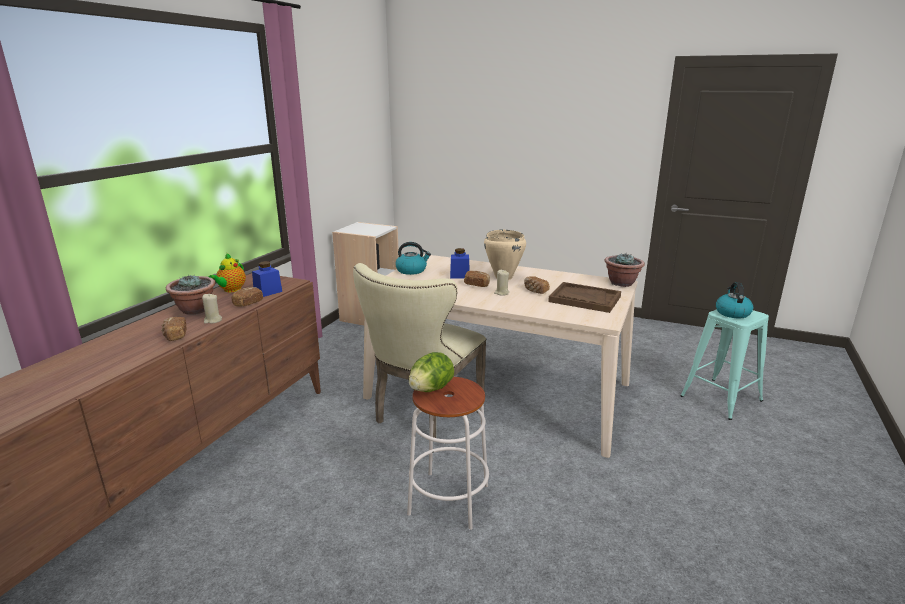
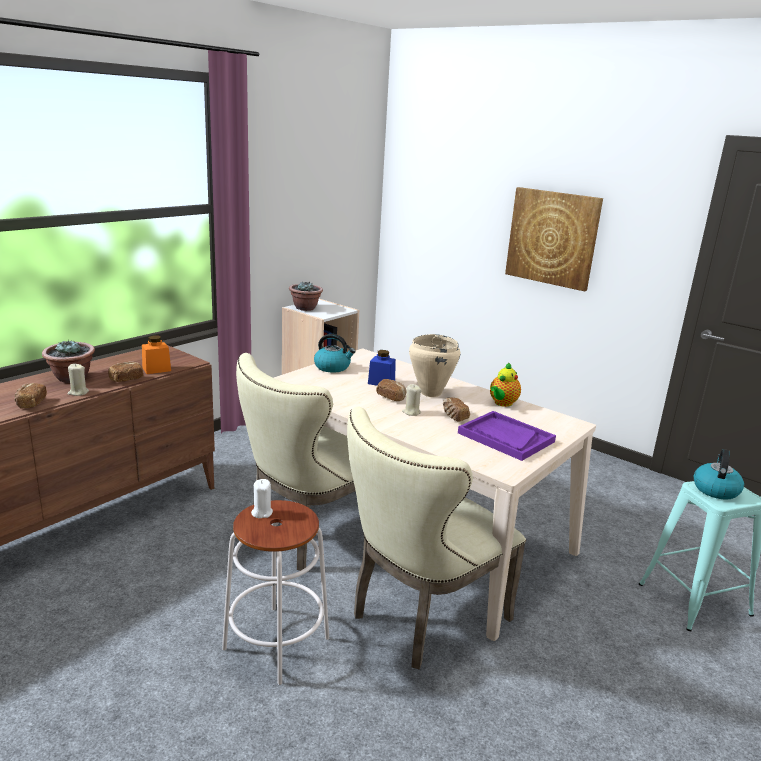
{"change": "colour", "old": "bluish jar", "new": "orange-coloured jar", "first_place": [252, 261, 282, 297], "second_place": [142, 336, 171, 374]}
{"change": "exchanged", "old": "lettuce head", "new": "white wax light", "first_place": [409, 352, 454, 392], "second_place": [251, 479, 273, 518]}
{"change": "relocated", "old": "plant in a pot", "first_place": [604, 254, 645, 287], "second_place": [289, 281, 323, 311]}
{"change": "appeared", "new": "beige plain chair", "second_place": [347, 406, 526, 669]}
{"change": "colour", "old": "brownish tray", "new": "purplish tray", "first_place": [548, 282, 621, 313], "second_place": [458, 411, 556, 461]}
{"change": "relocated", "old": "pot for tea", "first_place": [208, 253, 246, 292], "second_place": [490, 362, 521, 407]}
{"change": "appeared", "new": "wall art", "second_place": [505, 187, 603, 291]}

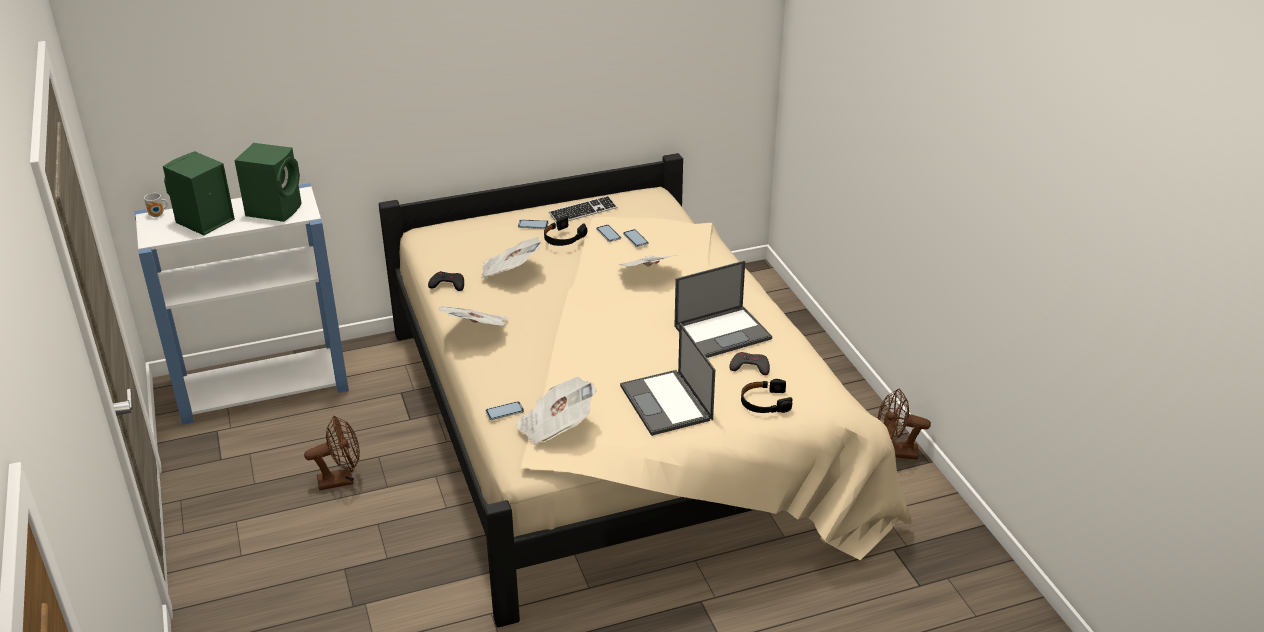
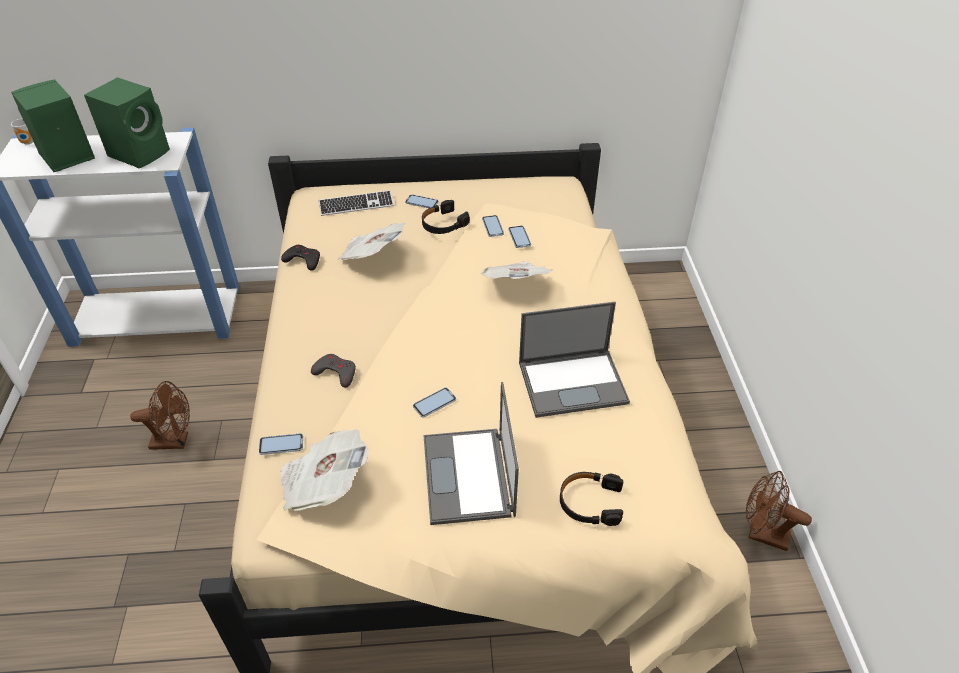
{"change": "relocated", "old": "greyish joypad", "first_place": [729, 352, 770, 375], "second_place": [311, 354, 356, 388]}
{"change": "relocated", "old": "PC keyboard", "first_place": [549, 196, 617, 222], "second_place": [319, 190, 394, 216]}
{"change": "appeared", "new": "telephone", "second_place": [413, 388, 456, 418]}
{"change": "missing", "old": "daily paper", "first_place": [438, 306, 508, 326]}

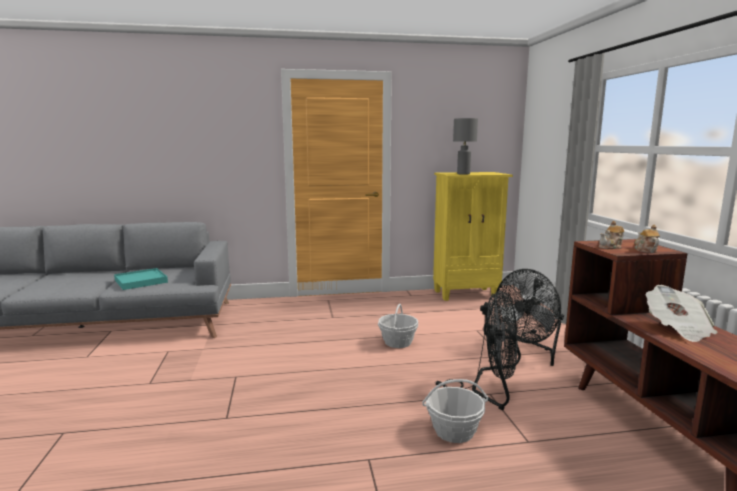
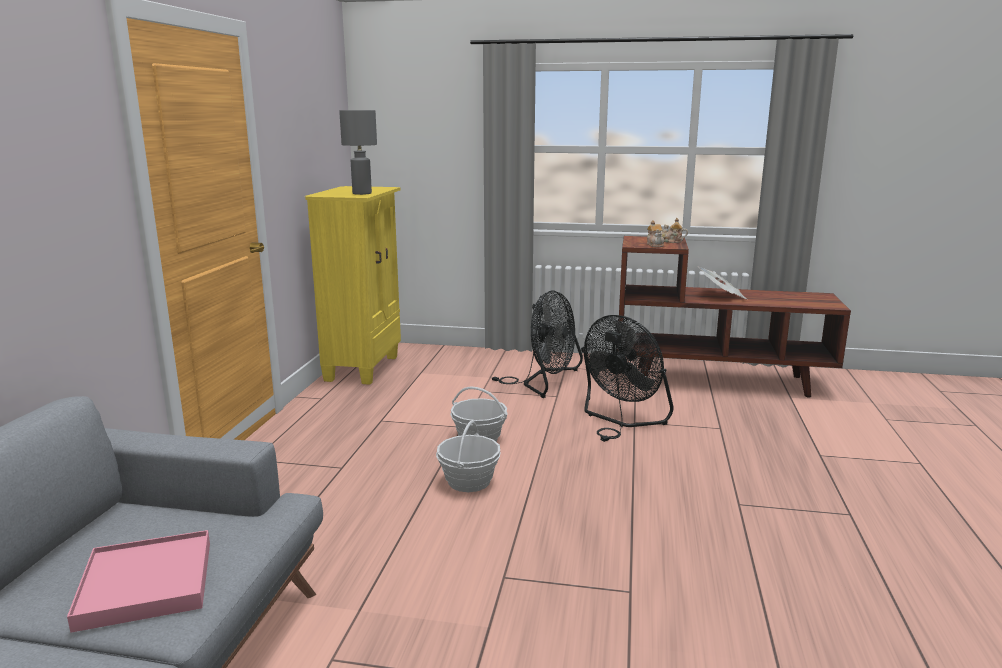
{"change": "colour", "old": "turquoise tray", "new": "pinkish tray", "first_place": [114, 268, 168, 290], "second_place": [67, 530, 210, 633]}
{"change": "relocated", "old": "basket", "first_place": [422, 379, 488, 443], "second_place": [436, 420, 500, 492]}
{"change": "spun", "old": "blackish cooling fan", "first_place": [483, 269, 564, 366], "second_place": [492, 290, 583, 398], "degrees": -45}

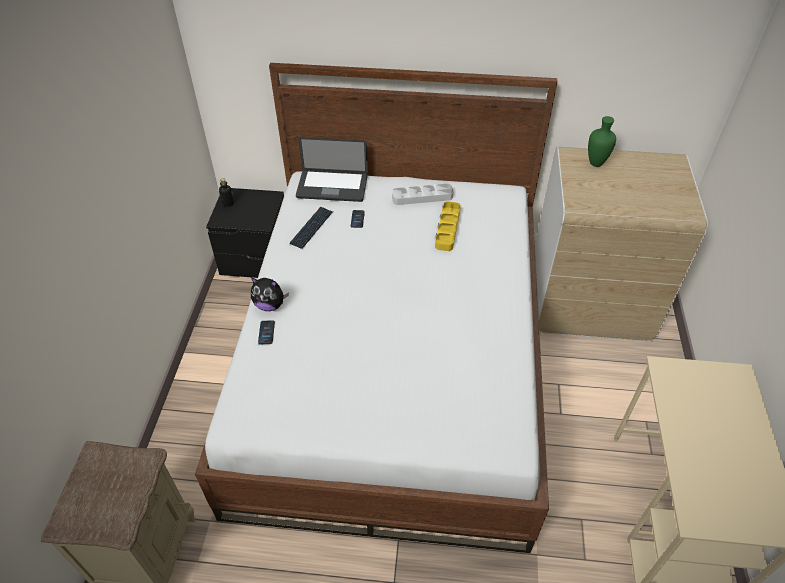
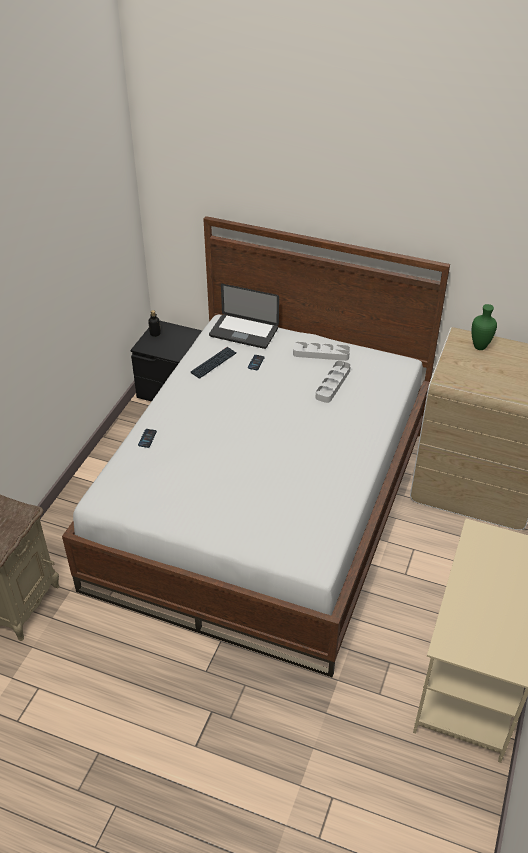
{"change": "colour", "old": "yellowish tray", "new": "greyish tray", "first_place": [435, 201, 461, 251], "second_place": [315, 361, 351, 403]}
{"change": "missing", "old": "plush toy", "first_place": [251, 277, 289, 311]}

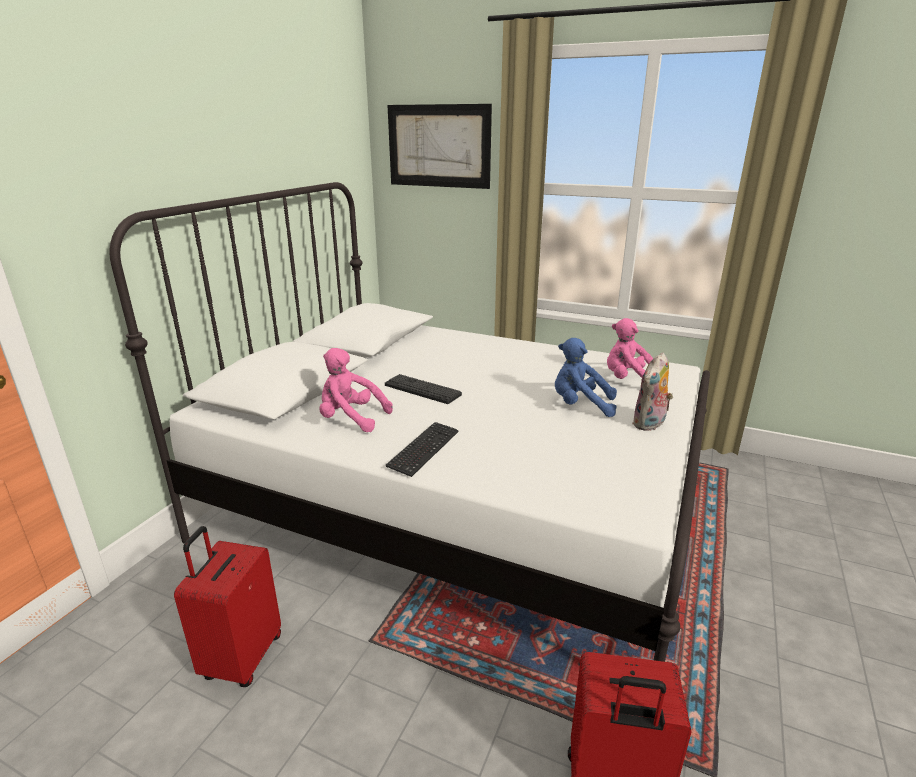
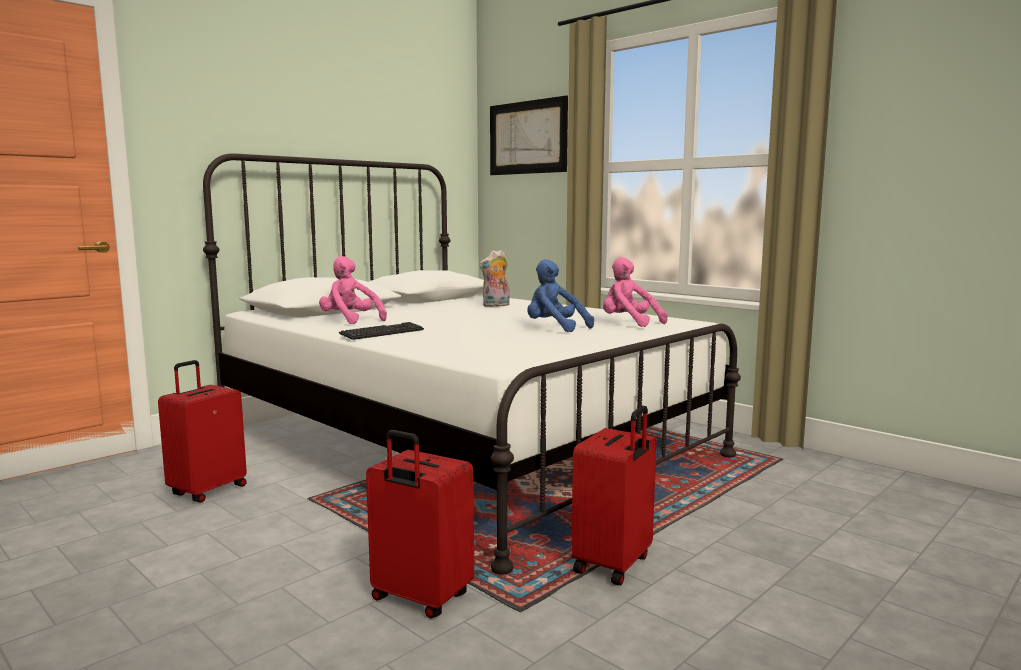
{"change": "relocated", "old": "plush toy", "first_place": [632, 352, 673, 431], "second_place": [479, 250, 510, 307]}
{"change": "appeared", "new": "reddish suitcase", "second_place": [571, 406, 657, 585]}
{"change": "missing", "old": "PC keyboard", "first_place": [385, 374, 462, 404]}

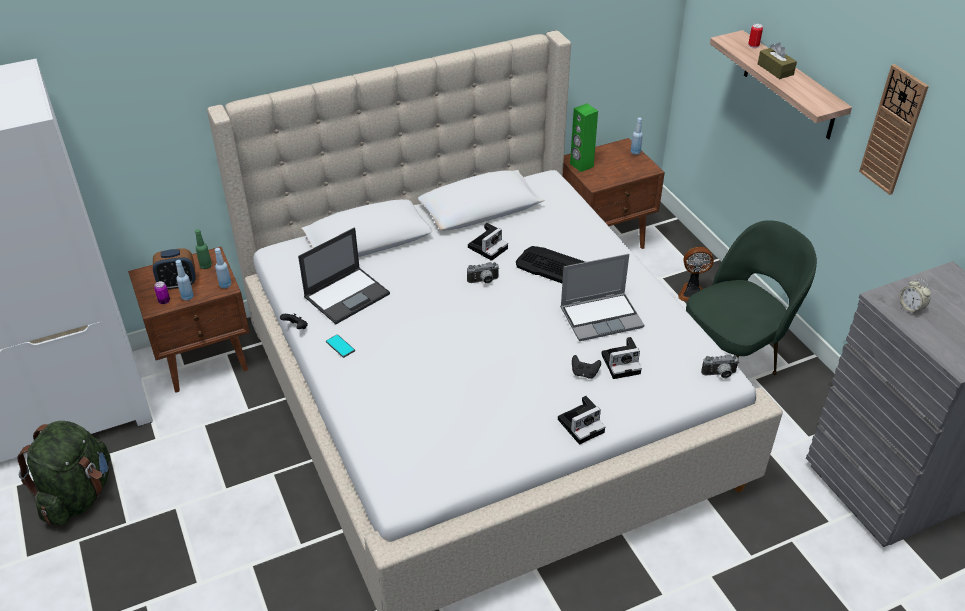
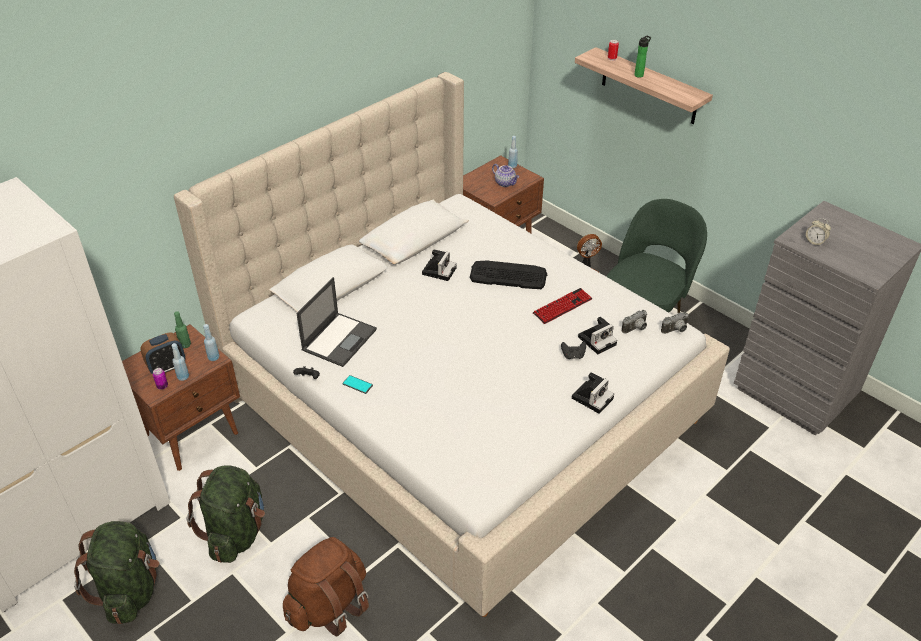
{"change": "appeared", "new": "green-coloured rucksack", "second_place": [186, 465, 265, 563]}
{"change": "appeared", "new": "brownish rucksack", "second_place": [283, 537, 369, 636]}
{"change": "appeared", "new": "pot for tea", "second_place": [492, 164, 519, 187]}
{"change": "exchanged", "old": "laptop", "new": "PC keyboard", "first_place": [560, 254, 644, 341], "second_place": [533, 288, 592, 324]}
{"change": "relocated", "old": "still camera", "first_place": [467, 262, 499, 284], "second_place": [622, 310, 647, 333]}
{"change": "exchanged", "old": "brownish tissue holder", "new": "drink bottle", "first_place": [758, 42, 797, 79], "second_place": [634, 36, 651, 78]}
{"change": "missing", "old": "green-coloured loudspeaker", "first_place": [570, 103, 598, 172]}
{"change": "missing", "old": "hanging clock", "first_place": [859, 64, 929, 195]}

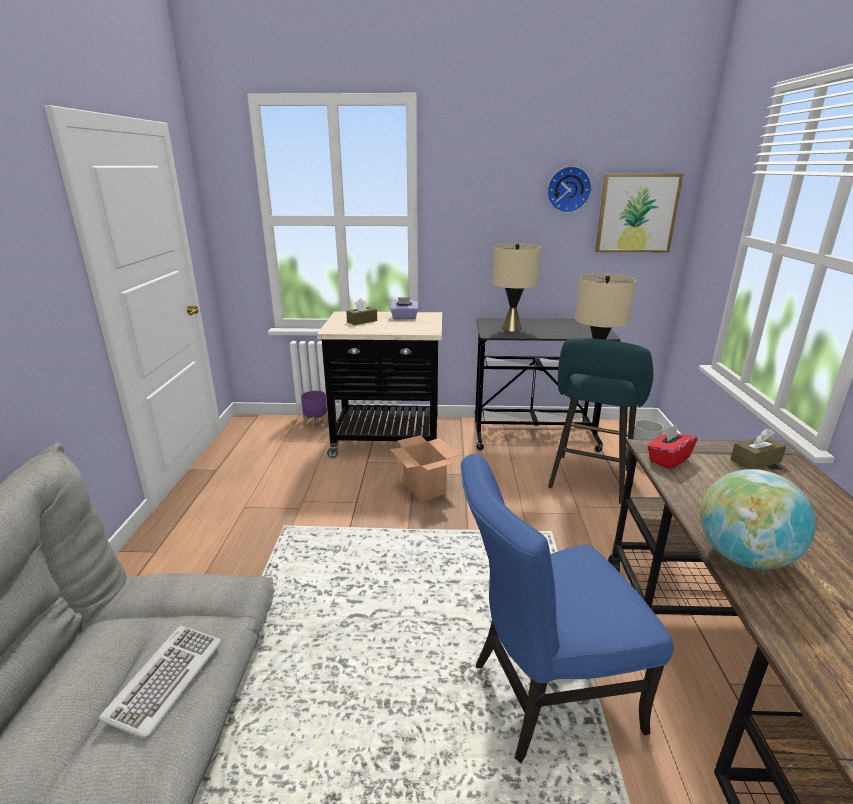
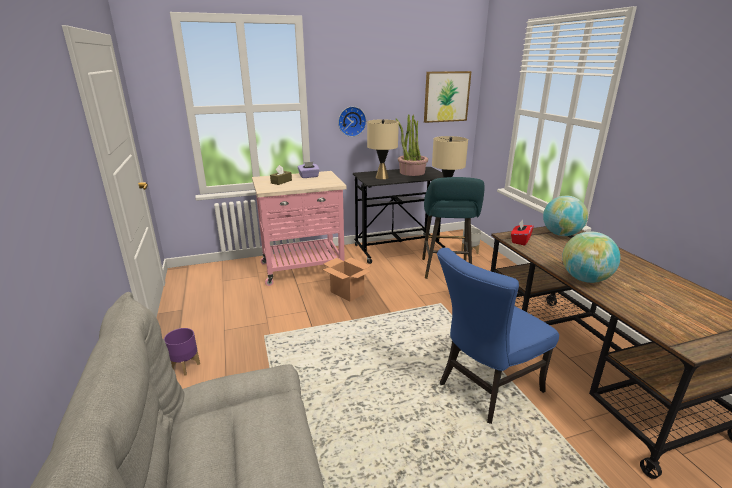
{"change": "relocated", "old": "purplish plant pot", "first_place": [301, 391, 328, 431], "second_place": [164, 328, 200, 376]}
{"change": "colour", "old": "blackish cart", "new": "pinkish cart", "first_place": [317, 311, 442, 458], "second_place": [252, 171, 347, 286]}
{"change": "relocated", "old": "hanging clock", "first_place": [547, 166, 592, 213], "second_place": [338, 106, 366, 137]}
{"change": "appeared", "new": "plant in a pot", "second_place": [396, 114, 428, 176]}
{"change": "exchanged", "old": "brownish tissue holder", "new": "desk globe", "first_place": [730, 428, 786, 469], "second_place": [543, 196, 588, 236]}
{"change": "missing", "old": "PC keyboard", "first_place": [98, 625, 222, 739]}

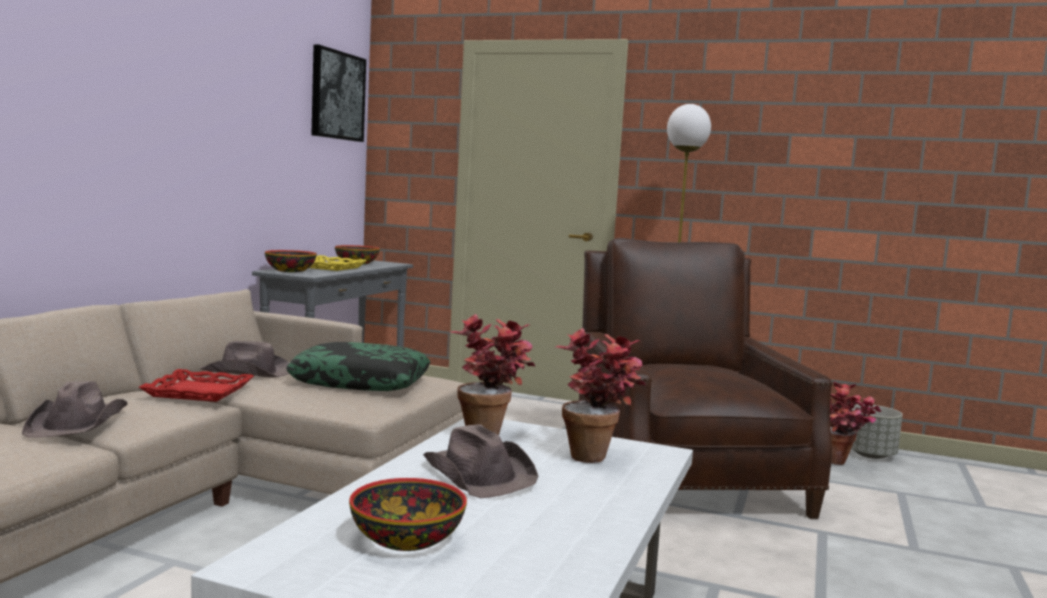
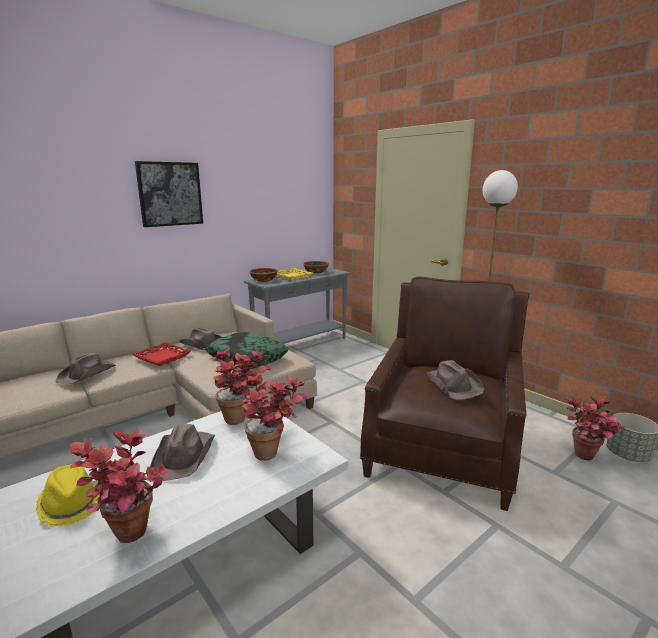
{"change": "exchanged", "old": "deep dish", "new": "yellowish clothing hat", "first_place": [349, 478, 467, 551], "second_place": [36, 465, 100, 527]}
{"change": "appeared", "new": "plant in a pot", "second_place": [70, 430, 169, 543]}
{"change": "relocated", "old": "wall art", "first_place": [311, 45, 366, 142], "second_place": [135, 161, 203, 227]}
{"change": "appeared", "new": "brownish clothing hat", "second_place": [425, 360, 484, 400]}

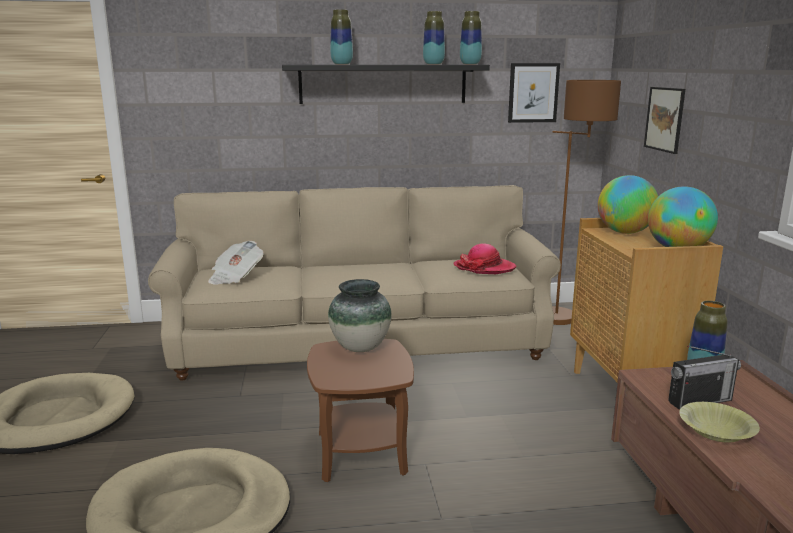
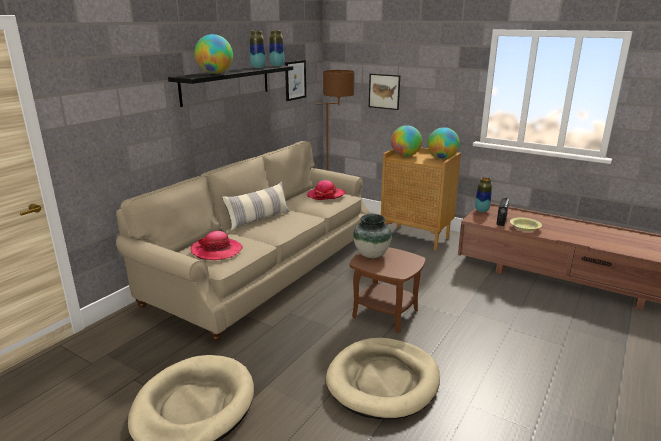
{"change": "exchanged", "old": "daily paper", "new": "clothing hat", "first_place": [208, 241, 263, 284], "second_place": [190, 231, 243, 260]}
{"change": "exchanged", "old": "vase", "new": "desk globe", "first_place": [330, 9, 353, 64], "second_place": [194, 34, 233, 74]}
{"change": "appeared", "new": "cushion", "second_place": [222, 182, 290, 230]}

